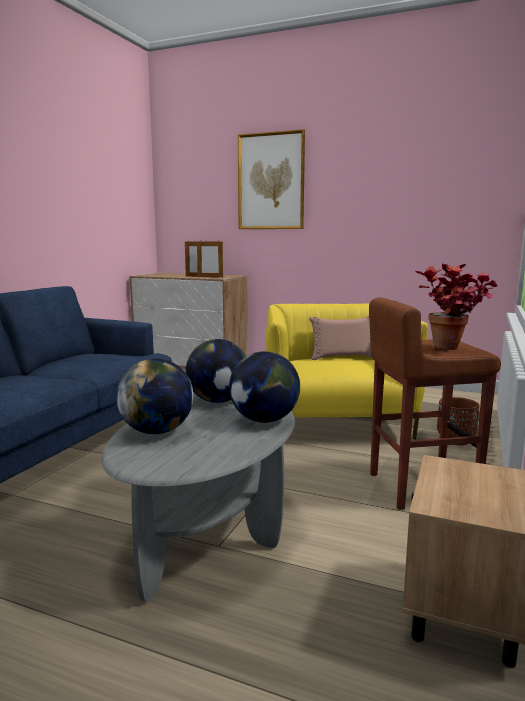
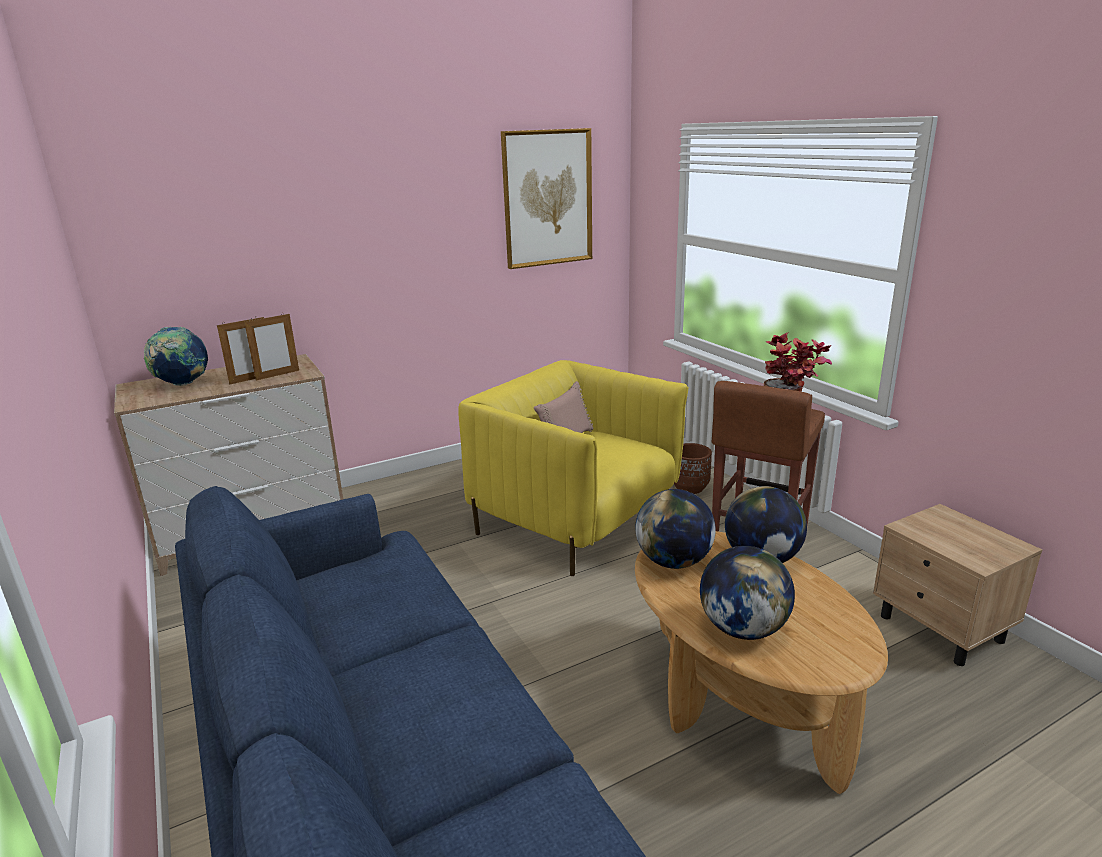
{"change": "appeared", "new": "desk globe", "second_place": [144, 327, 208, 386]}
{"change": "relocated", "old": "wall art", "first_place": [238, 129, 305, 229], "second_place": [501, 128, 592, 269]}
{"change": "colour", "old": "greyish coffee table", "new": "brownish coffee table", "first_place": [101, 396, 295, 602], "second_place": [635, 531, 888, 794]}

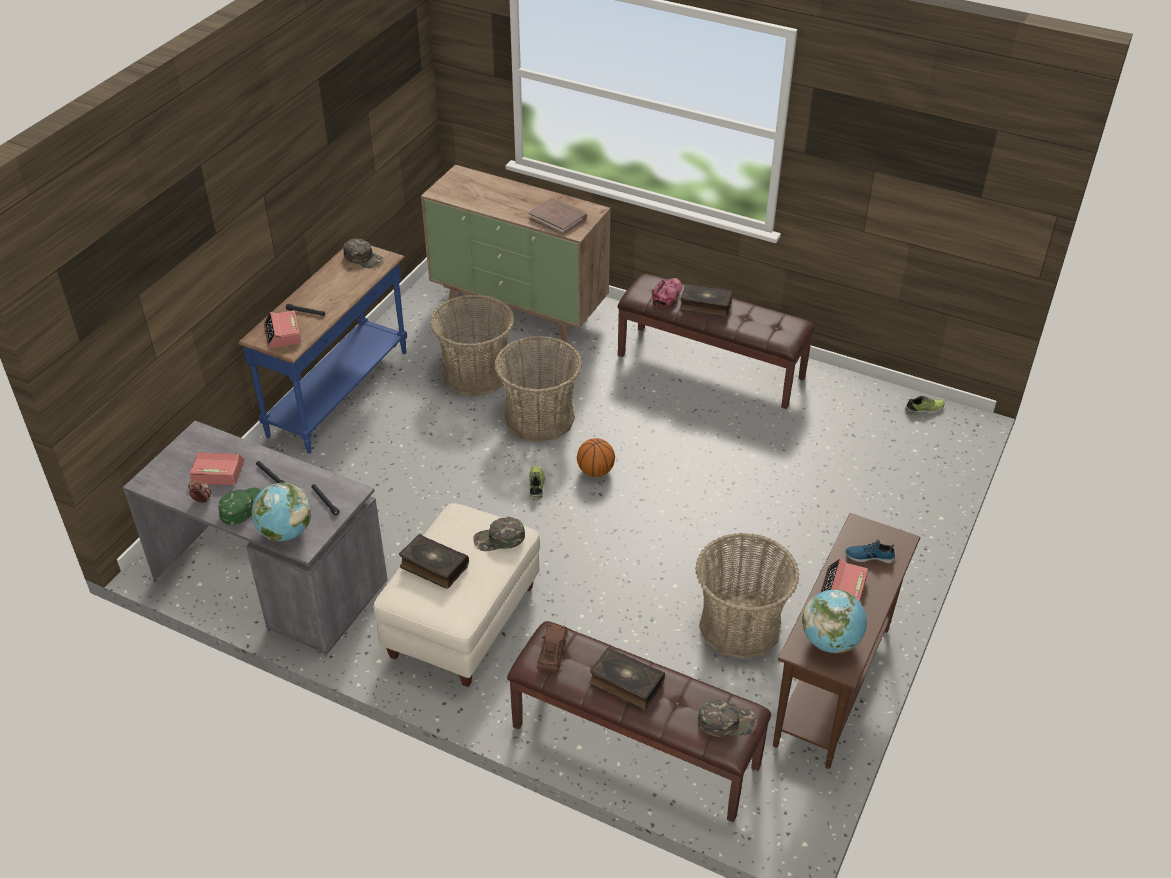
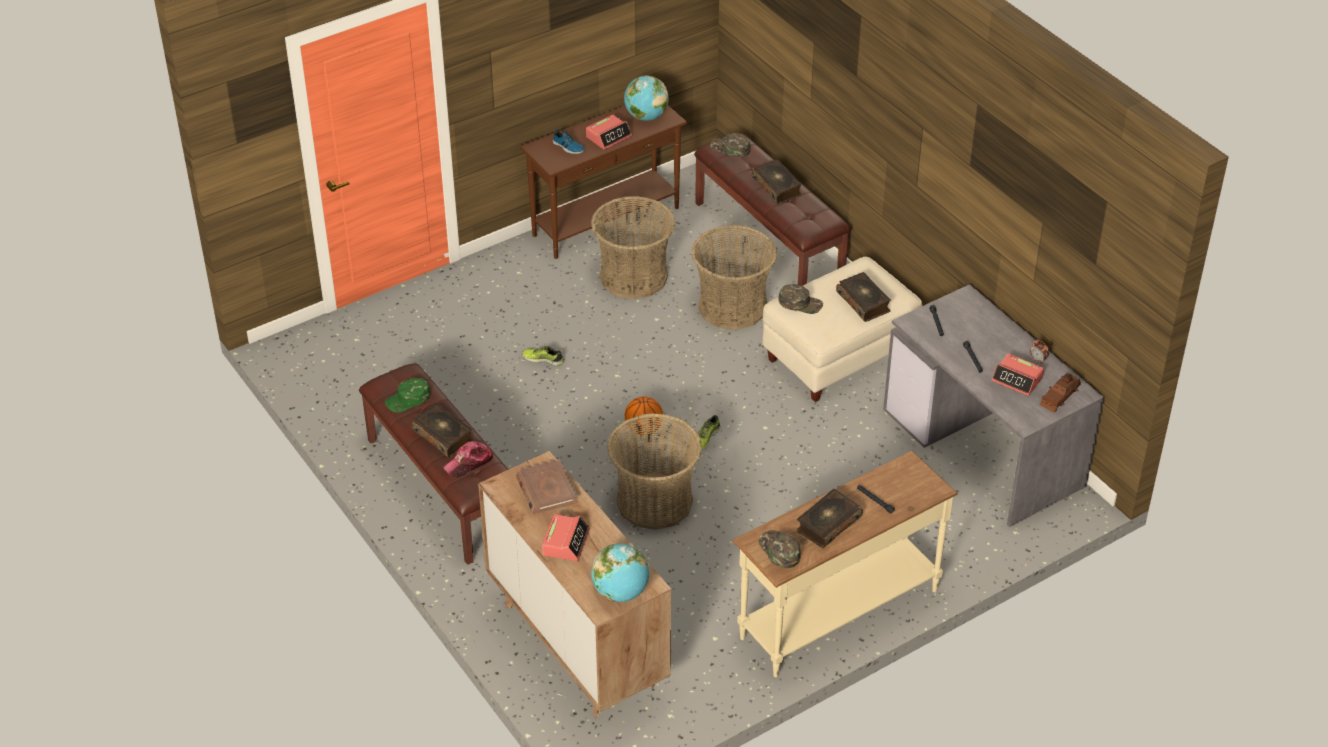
{"change": "relocated", "old": "green-coloured cap", "first_place": [218, 488, 262, 525], "second_place": [385, 378, 430, 413]}
{"change": "relocated", "old": "low shoe", "first_place": [905, 396, 945, 415], "second_place": [522, 346, 564, 366]}
{"change": "relocated", "old": "bedside clock", "first_place": [264, 311, 301, 349], "second_place": [542, 514, 590, 561]}
{"change": "relocated", "old": "desk globe", "first_place": [252, 483, 311, 541], "second_place": [591, 543, 649, 602]}
{"change": "relocated", "old": "basket", "first_place": [430, 294, 514, 396], "second_place": [691, 225, 777, 330]}
{"change": "colour", "old": "bluish narrow table", "new": "beige narrow table", "first_place": [238, 246, 407, 454], "second_place": [732, 451, 958, 677]}
{"change": "appeared", "new": "book", "second_place": [796, 489, 863, 548]}
{"change": "relocated", "old": "brownish model car", "first_place": [536, 623, 568, 672], "second_place": [1039, 373, 1081, 412]}

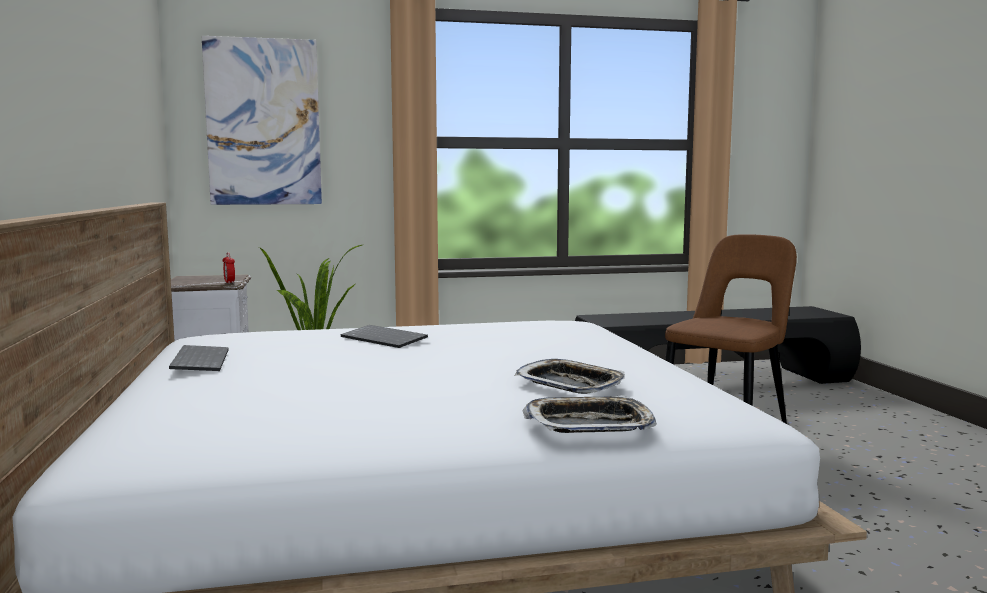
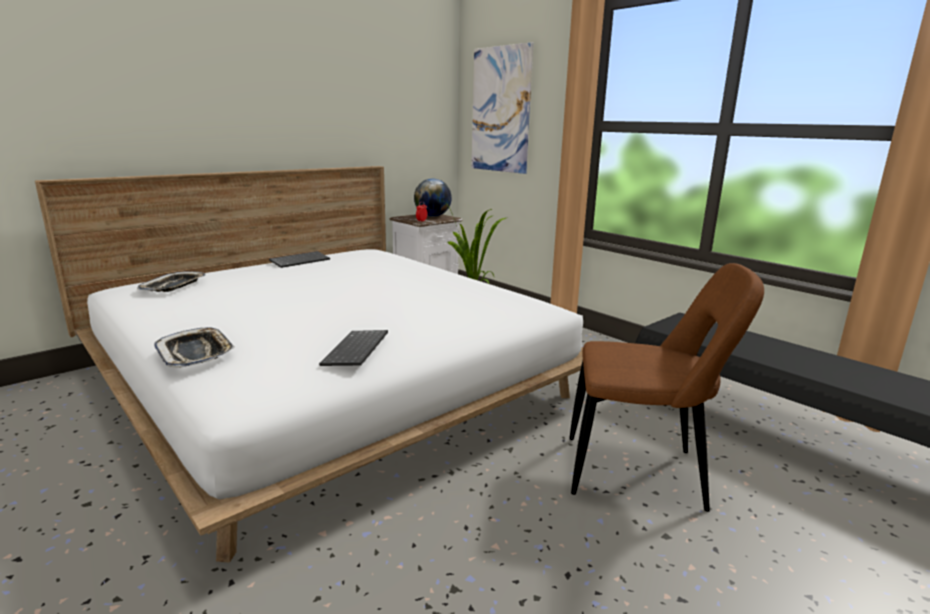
{"change": "relocated", "old": "tray", "first_place": [514, 359, 625, 394], "second_place": [137, 271, 206, 292]}
{"change": "relocated", "old": "PC keyboard", "first_place": [340, 325, 428, 348], "second_place": [319, 330, 388, 366]}
{"change": "appeared", "new": "desk globe", "second_place": [414, 179, 452, 217]}

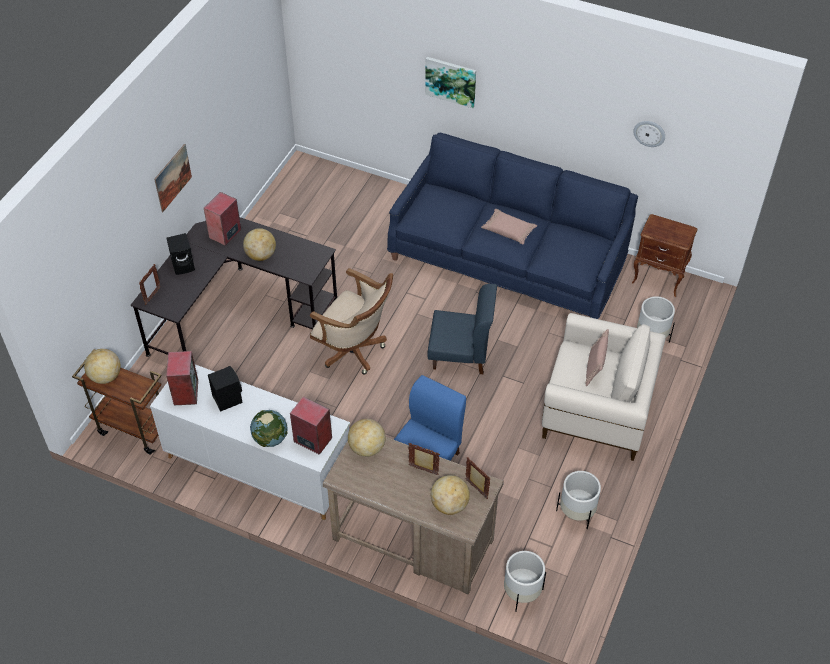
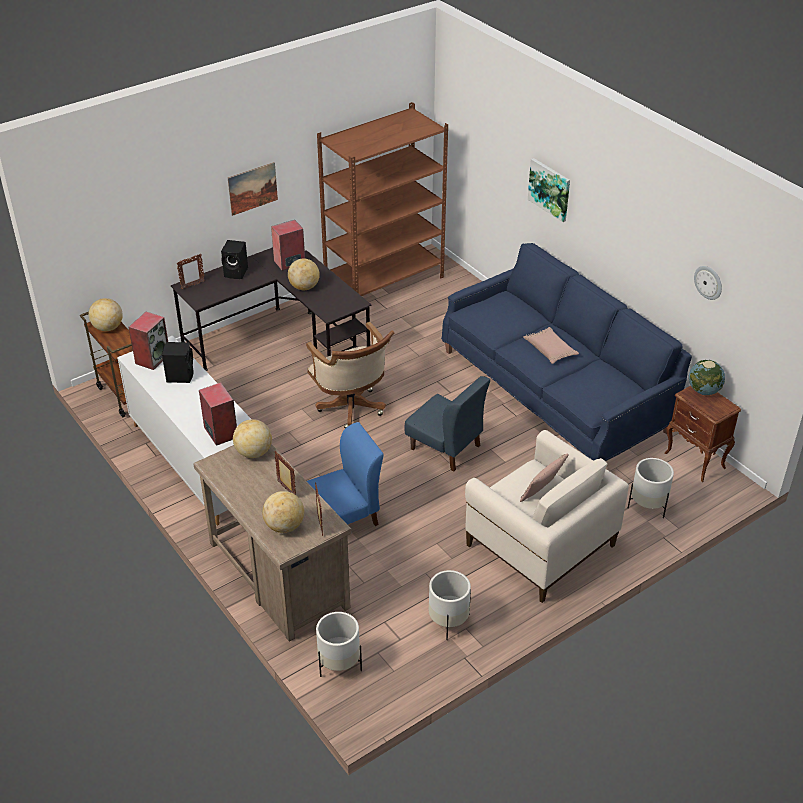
{"change": "appeared", "new": "brownish bookcase", "second_place": [317, 102, 448, 296]}
{"change": "relocated", "old": "desk globe", "first_place": [250, 410, 288, 447], "second_place": [689, 360, 725, 395]}

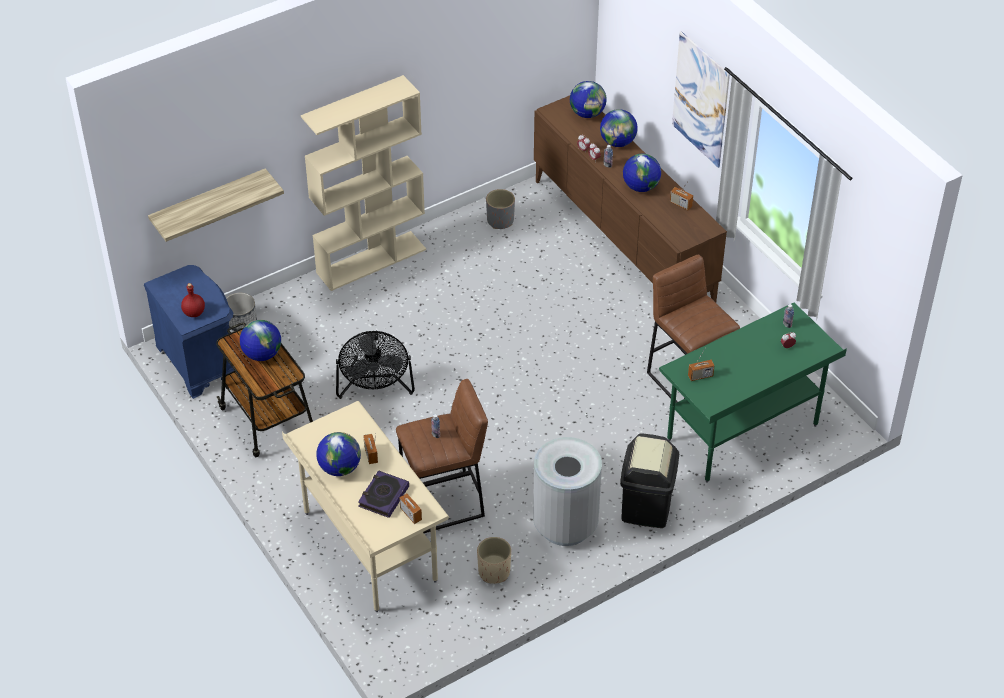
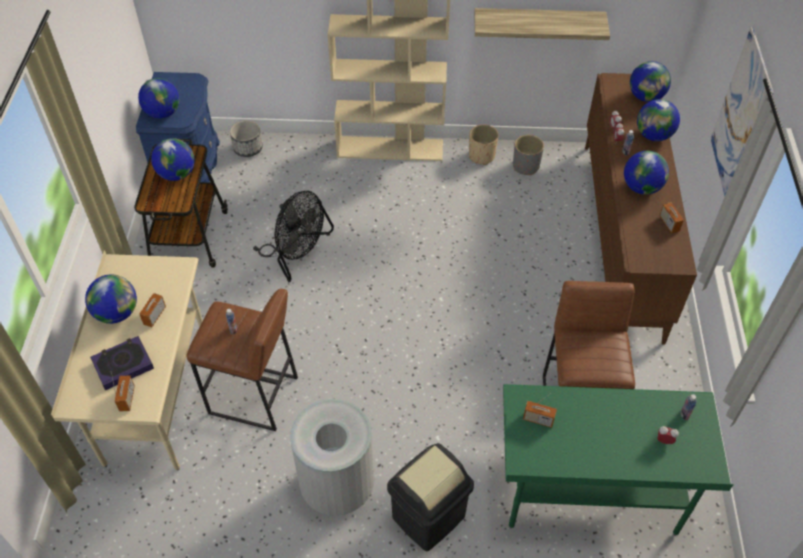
{"change": "exchanged", "old": "reddish drink bottle", "new": "desk globe", "first_place": [181, 283, 205, 317], "second_place": [138, 78, 179, 119]}
{"change": "spun", "old": "blackish cooling fan", "first_place": [336, 331, 415, 399], "second_place": [253, 191, 334, 282], "degrees": -90}
{"change": "relocated", "old": "beige plant pot", "first_place": [477, 537, 511, 584], "second_place": [469, 125, 498, 165]}
{"change": "relocated", "old": "bracket shelf", "first_place": [148, 168, 284, 242], "second_place": [475, 8, 610, 40]}

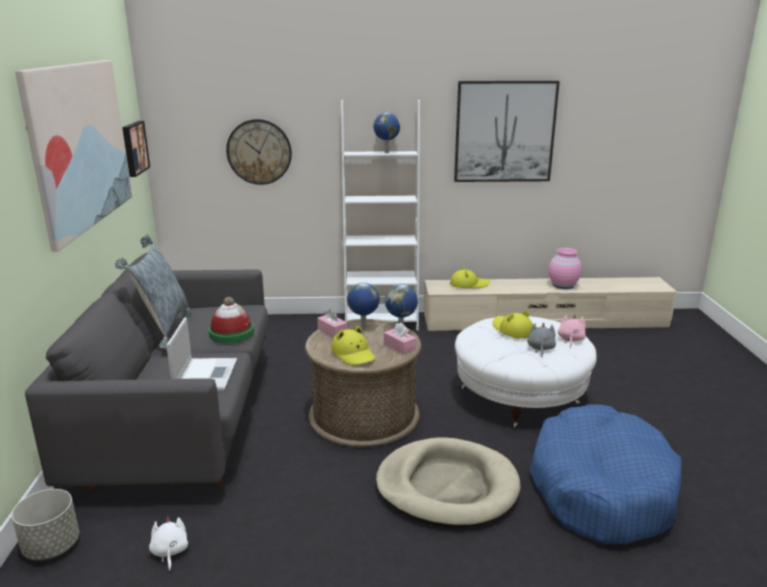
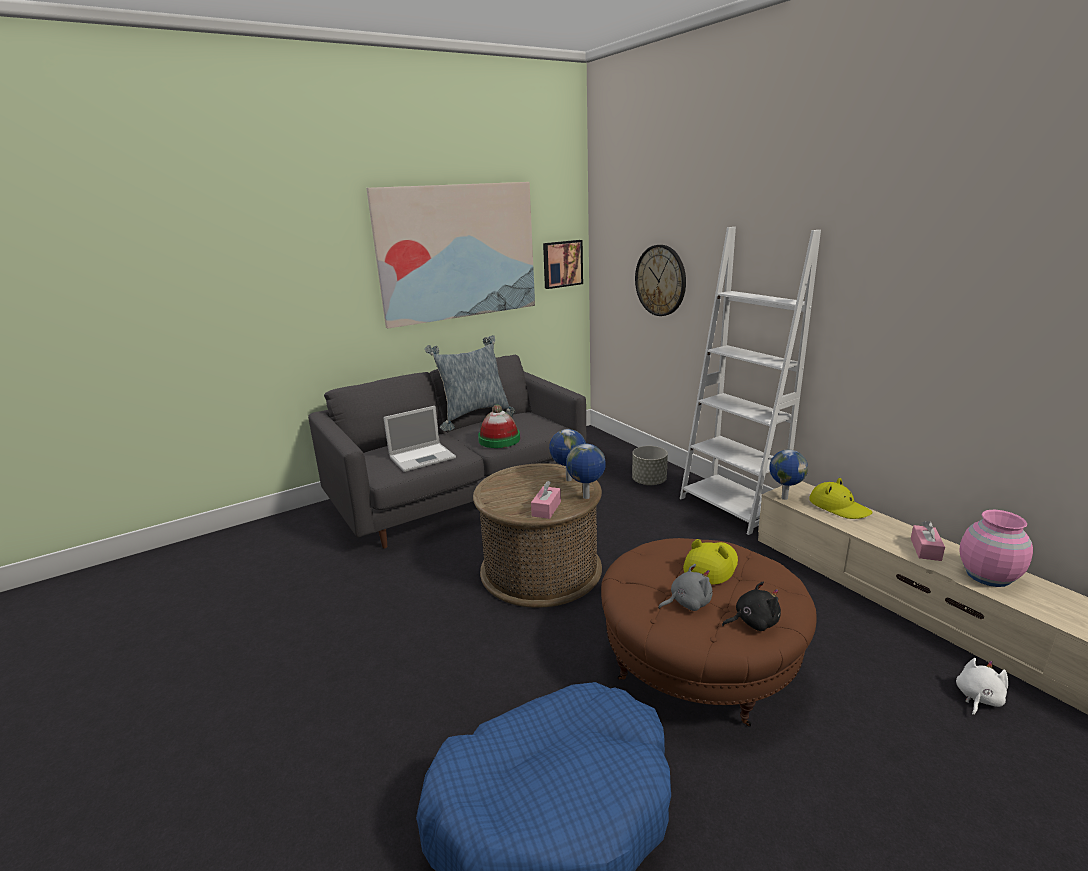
{"change": "colour", "old": "white footrest", "new": "brownish footrest", "first_place": [455, 316, 597, 428], "second_place": [601, 538, 817, 727]}
{"change": "relocated", "old": "greyish plant pot", "first_place": [11, 489, 79, 560], "second_place": [632, 446, 668, 485]}
{"change": "colour", "old": "pinkish plush toy", "new": "blackish plush toy", "first_place": [558, 315, 586, 347], "second_place": [722, 582, 781, 631]}
{"change": "relocated", "old": "desk globe", "first_place": [373, 113, 400, 153], "second_place": [769, 450, 808, 500]}
{"change": "relocated", "old": "pinkish tissue holder", "first_place": [317, 309, 348, 338], "second_place": [911, 521, 945, 561]}
{"change": "relocated", "old": "white plush toy", "first_place": [149, 516, 188, 571], "second_place": [956, 658, 1008, 716]}
{"change": "missing", "old": "yellowish clothing hat", "first_place": [331, 326, 375, 365]}
{"change": "missing", "old": "beige dog bed", "first_place": [376, 438, 521, 528]}
{"change": "missing", "old": "wall art", "first_place": [454, 81, 560, 182]}

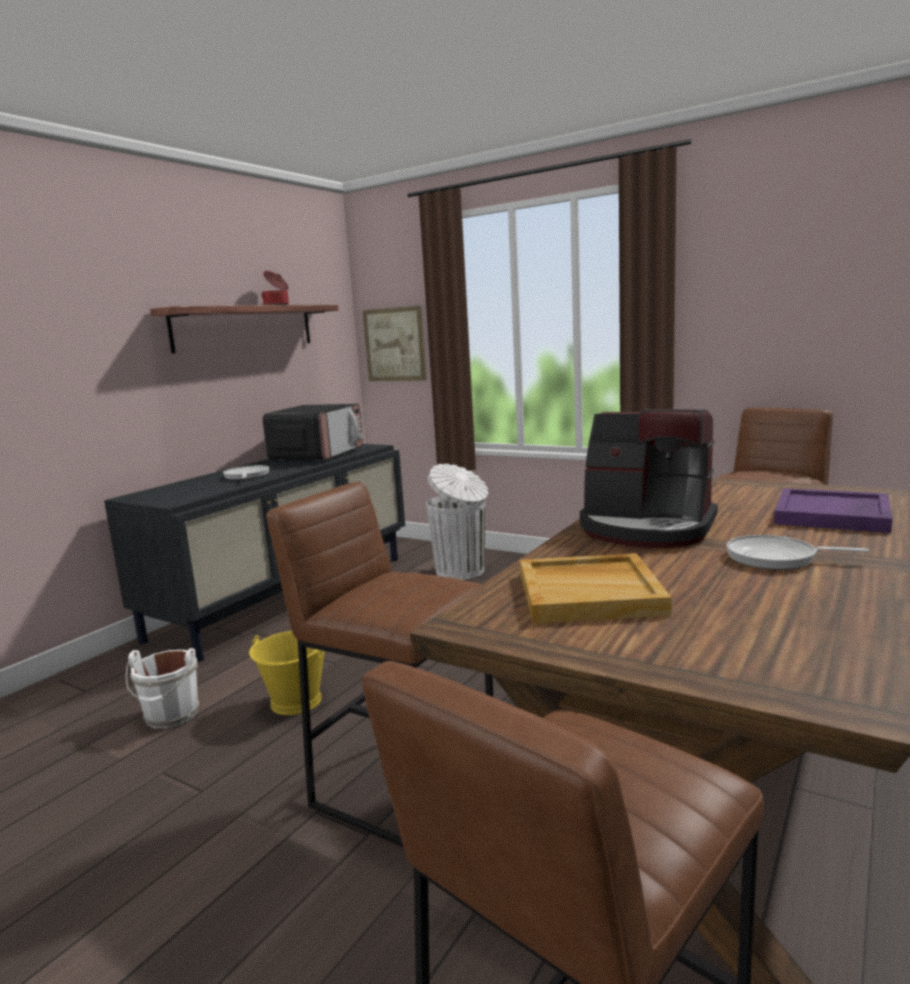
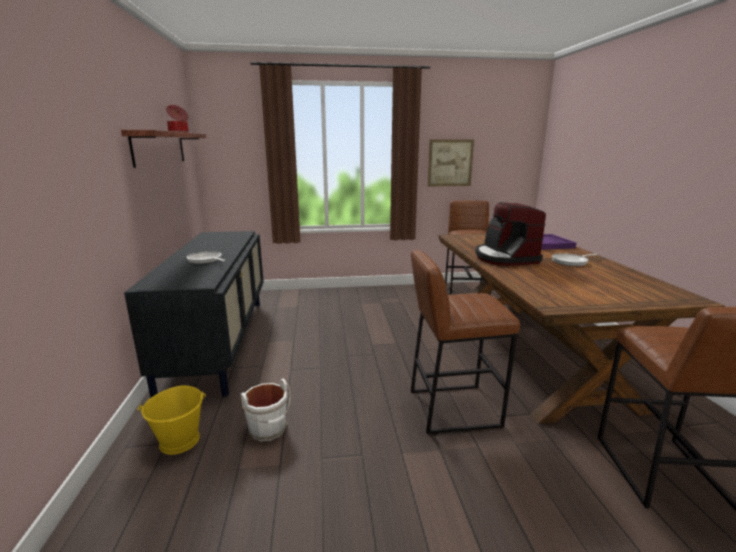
{"change": "relocated", "old": "yellowish water bucket", "first_place": [249, 631, 325, 715], "second_place": [137, 385, 206, 455]}
{"change": "relocated", "old": "wall art", "first_place": [363, 306, 427, 381], "second_place": [427, 139, 474, 186]}
{"change": "spun", "old": "coffee machine", "first_place": [580, 409, 718, 548], "second_place": [475, 202, 546, 266], "degrees": 90}
{"change": "missing", "old": "microwave oven", "first_place": [263, 404, 363, 461]}
{"change": "missing", "old": "white waste bin", "first_place": [426, 464, 488, 580]}
{"change": "missing", "old": "beige tray", "first_place": [520, 553, 672, 623]}

